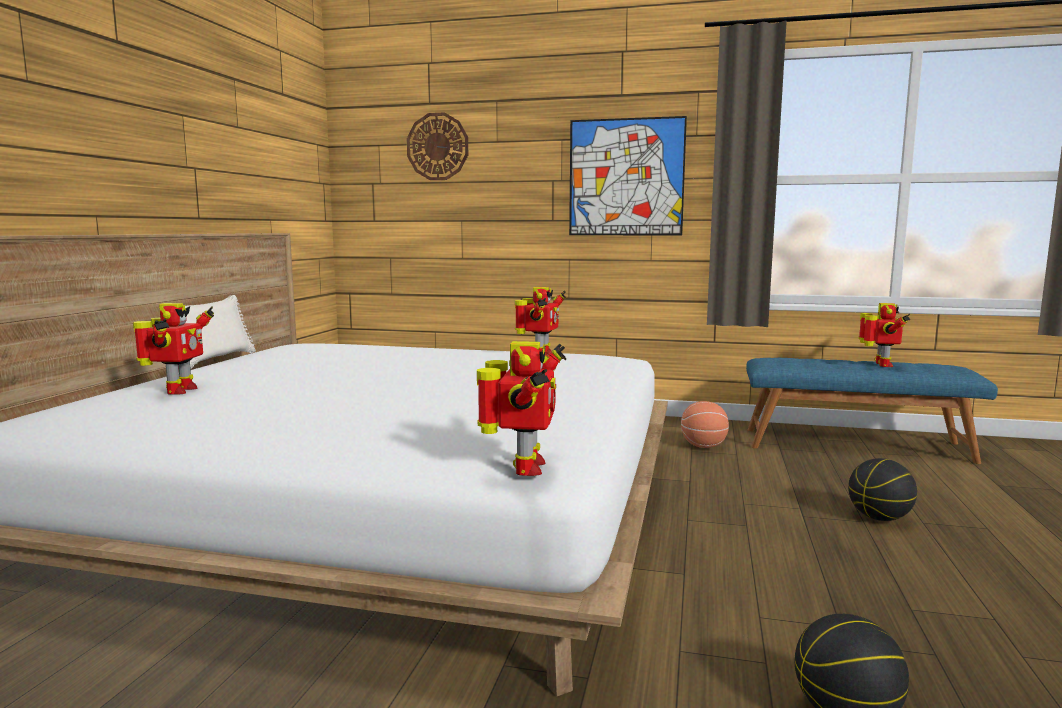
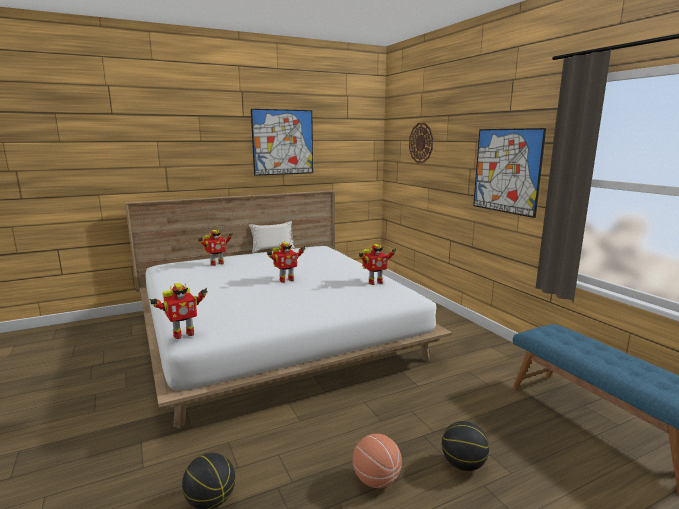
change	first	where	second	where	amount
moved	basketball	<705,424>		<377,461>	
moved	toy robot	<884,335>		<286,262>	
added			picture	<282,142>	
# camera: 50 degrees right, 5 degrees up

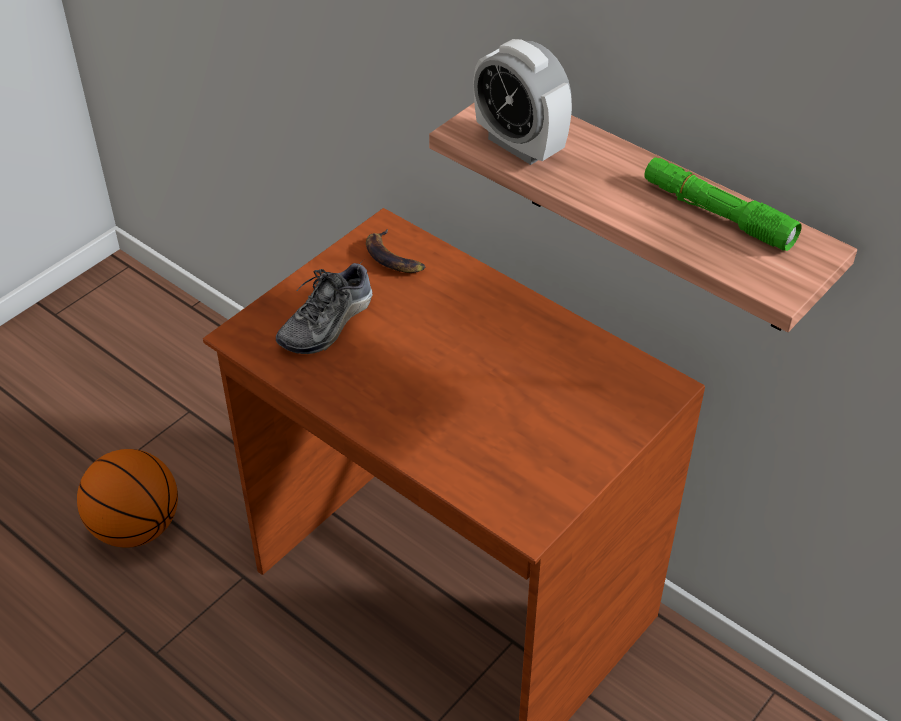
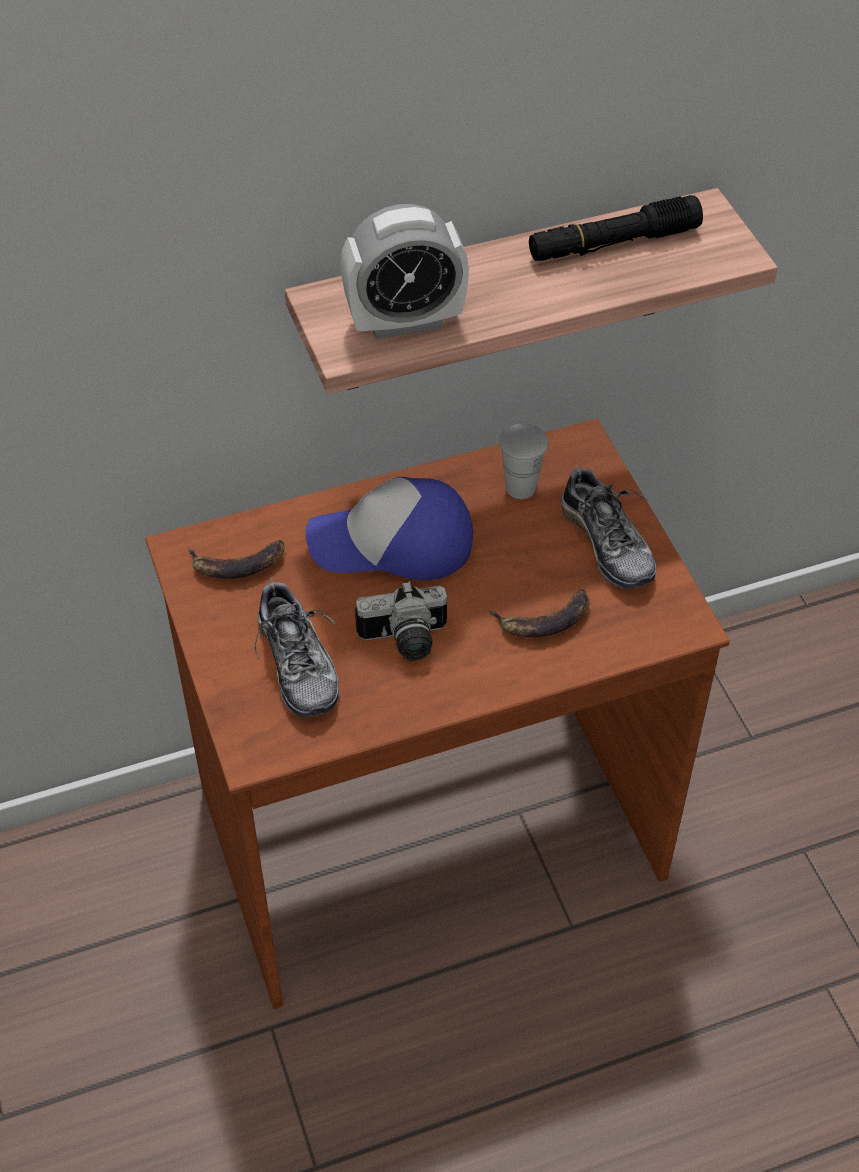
change	first	where	second	where	amount
removed	basketball	<127,498>			
recoloured	green flashlight	<723,204>	black flashlight	<616,228>	
added			cap	<389,529>	
added			photo camera	<401,621>	
added			banana	<539,613>	
added			white cup	<524,461>	
added			shoe	<608,525>	
# camera: 60 degrees left, 5 degrees up

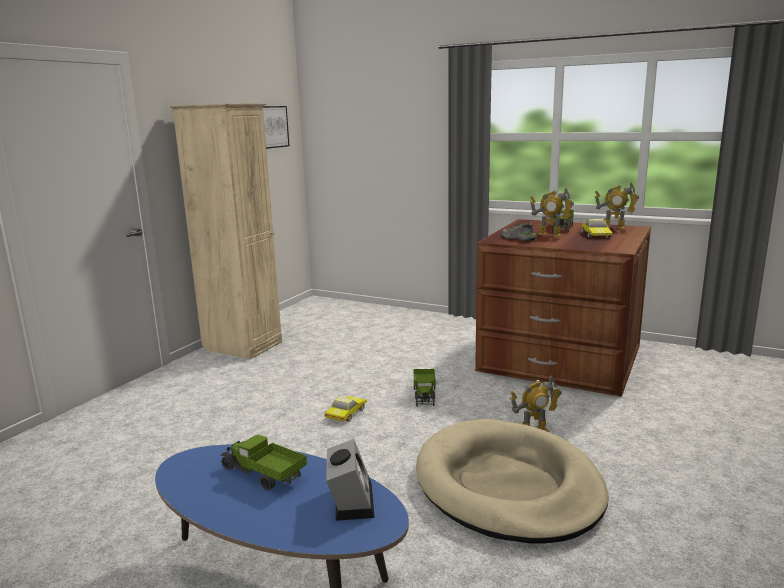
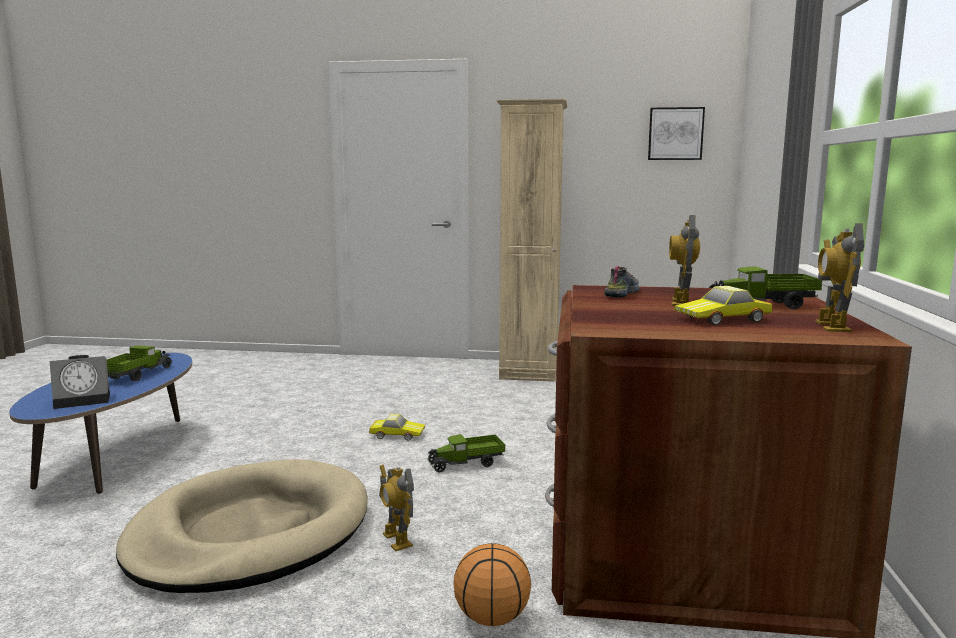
change	first	where	second	where	amount
added			basketball	<492,584>	
# camera: 70 degrees right, 5 degrees down

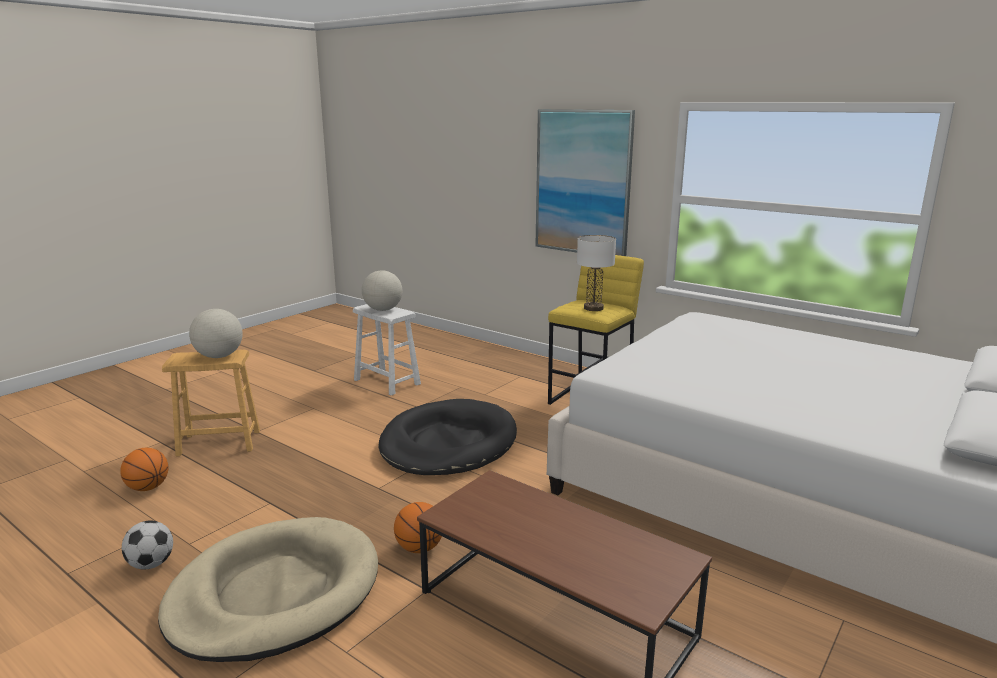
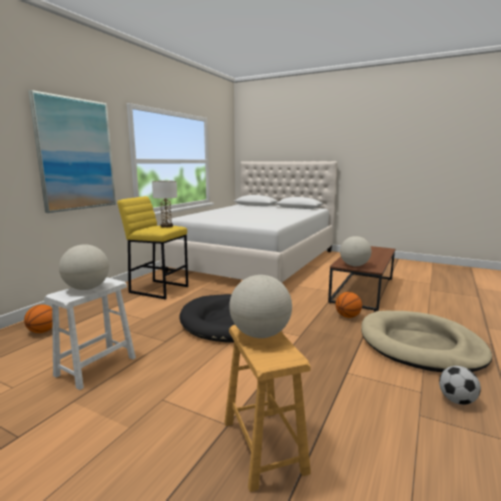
change	first	where	second	where	amount
moved	basketball	<144,469>		<38,318>	
added			globe	<355,251>	
# camera: 100 degrees left, 5 degrees down

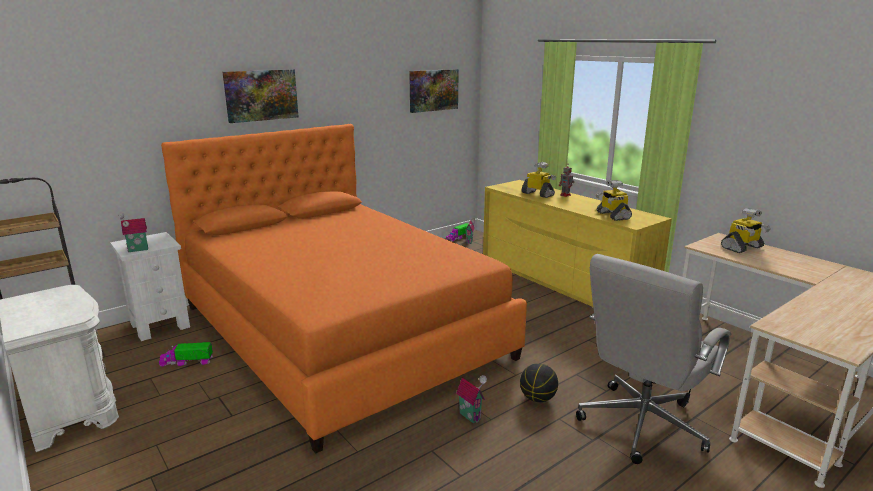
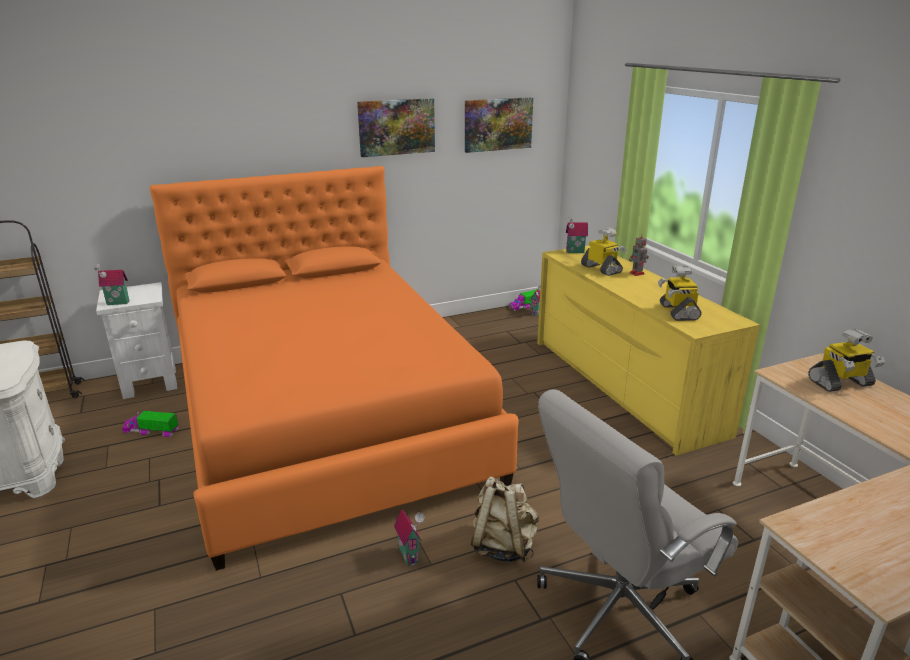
change	first	where	second	where	amount
moved	picture	<260,96>		<396,127>	
replaced	basketball	<539,382>	beige backpack	<505,519>	
added			toy house	<577,235>	
# camera: 15 degrees right, 5 degrees up

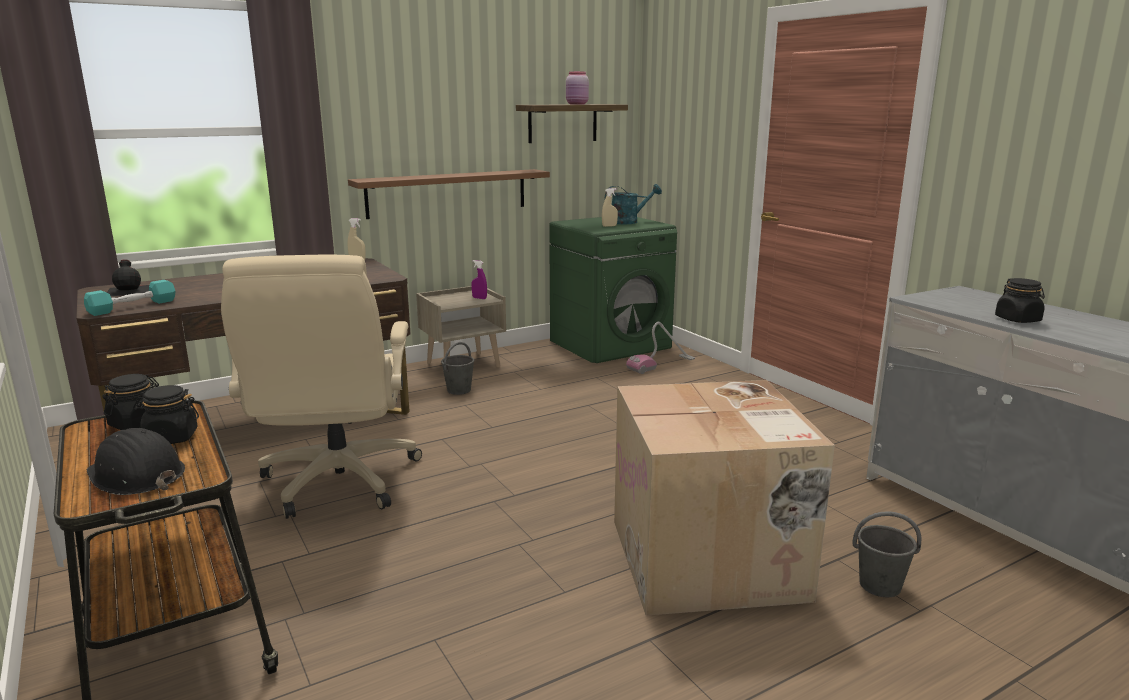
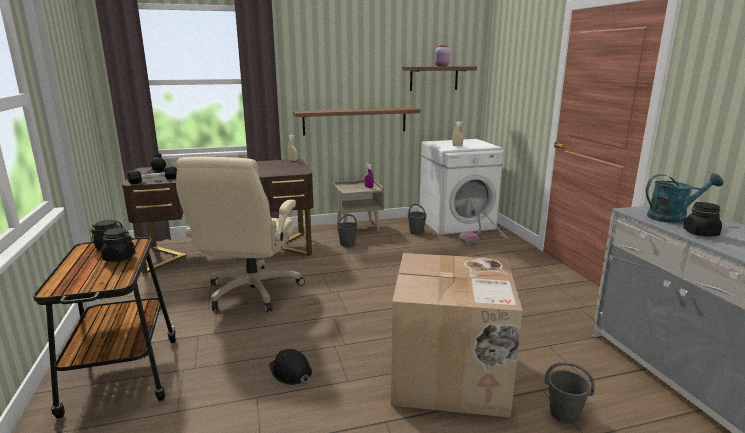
change	first	where	second	where	amount
recoloured	turquoise dumbbell	<129,298>	black dumbbell	<152,175>	
moved	black hard hat	<136,461>		<290,367>	
recoloured	green washing machine	<613,290>	white washing machine	<461,187>	
moved	turquoise watering can	<633,204>		<684,198>	
added			grey bucket	<417,219>	
# camera: 15 degrees right, 0 degrees up

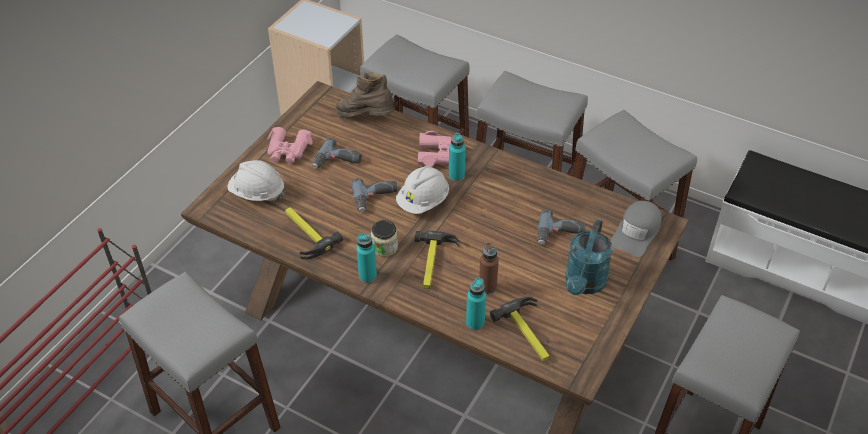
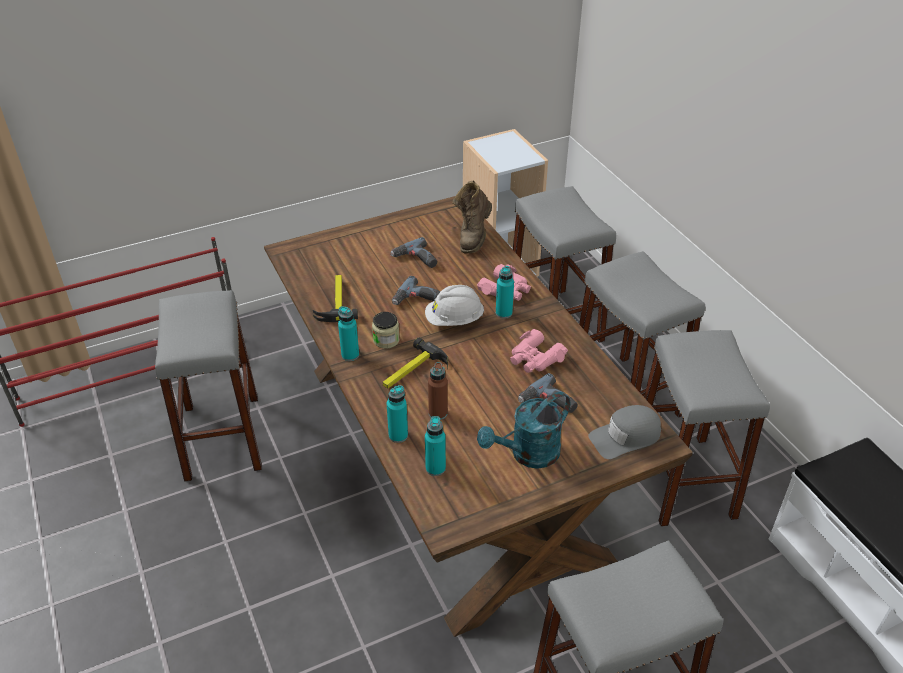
change	first	where	second	where	amount
removed	white hard hat	<256,180>			
moved	pink binoculars	<289,145>		<539,351>	
turned	brown boot	<365,94>		<472,217>	135 degrees counterclockwise
replaced	hammer	<520,329>	turquoise bottle	<435,446>	
# camera: 35 degrees right, 5 degrees down

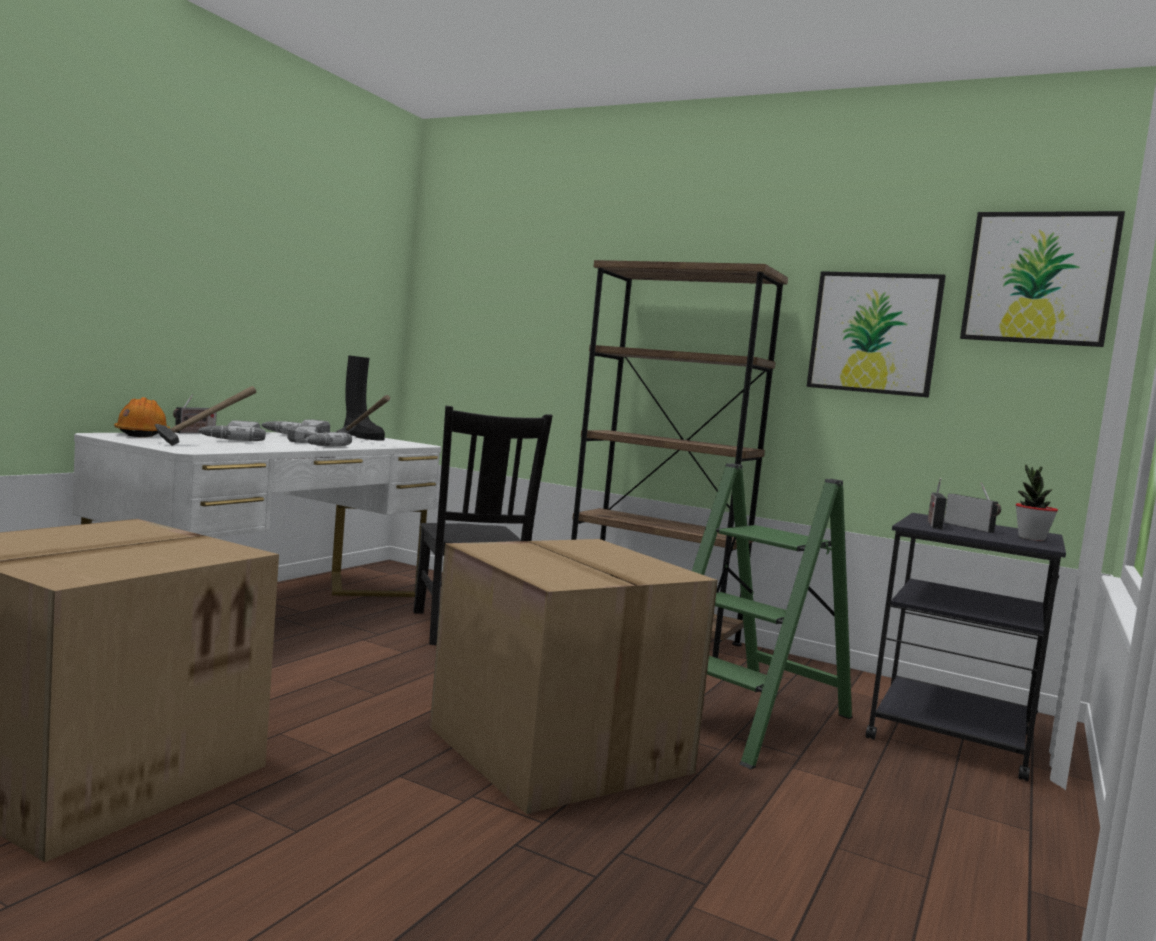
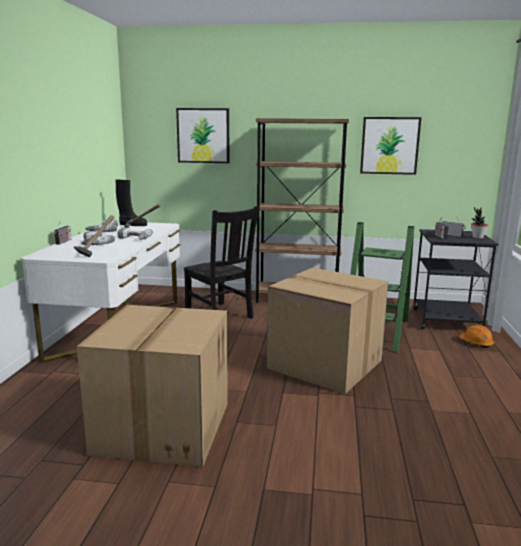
change	first	where	second	where	amount
moved	orange hard hat	<142,417>		<476,336>	
moved	picture	<1042,279>		<203,135>	
# camera: 20 degrees left, 10 degrees up

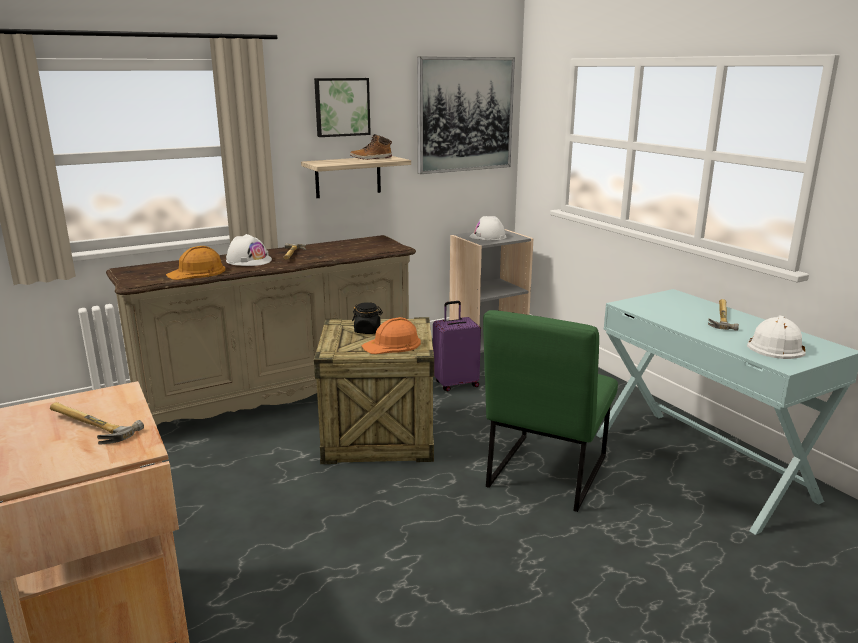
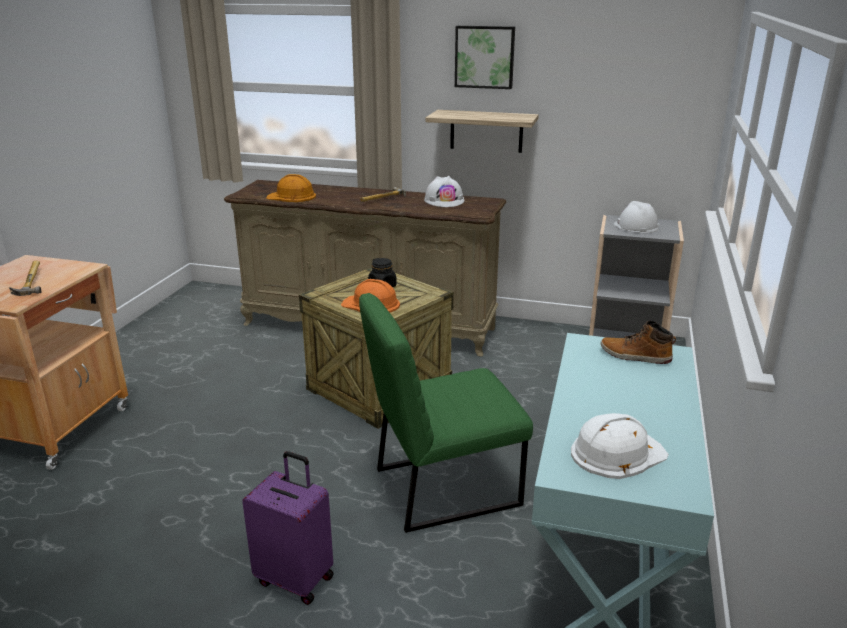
change	first	where	second	where	amount
moved	white hard hat	<249,250>		<444,191>	
moved	boot	<371,147>		<638,342>	
removed	picture	<466,115>			
moved	purple suitcase	<457,346>		<288,528>	
removed	hammer	<723,315>			
# camera: 45 degrees right, 5 degrees up

